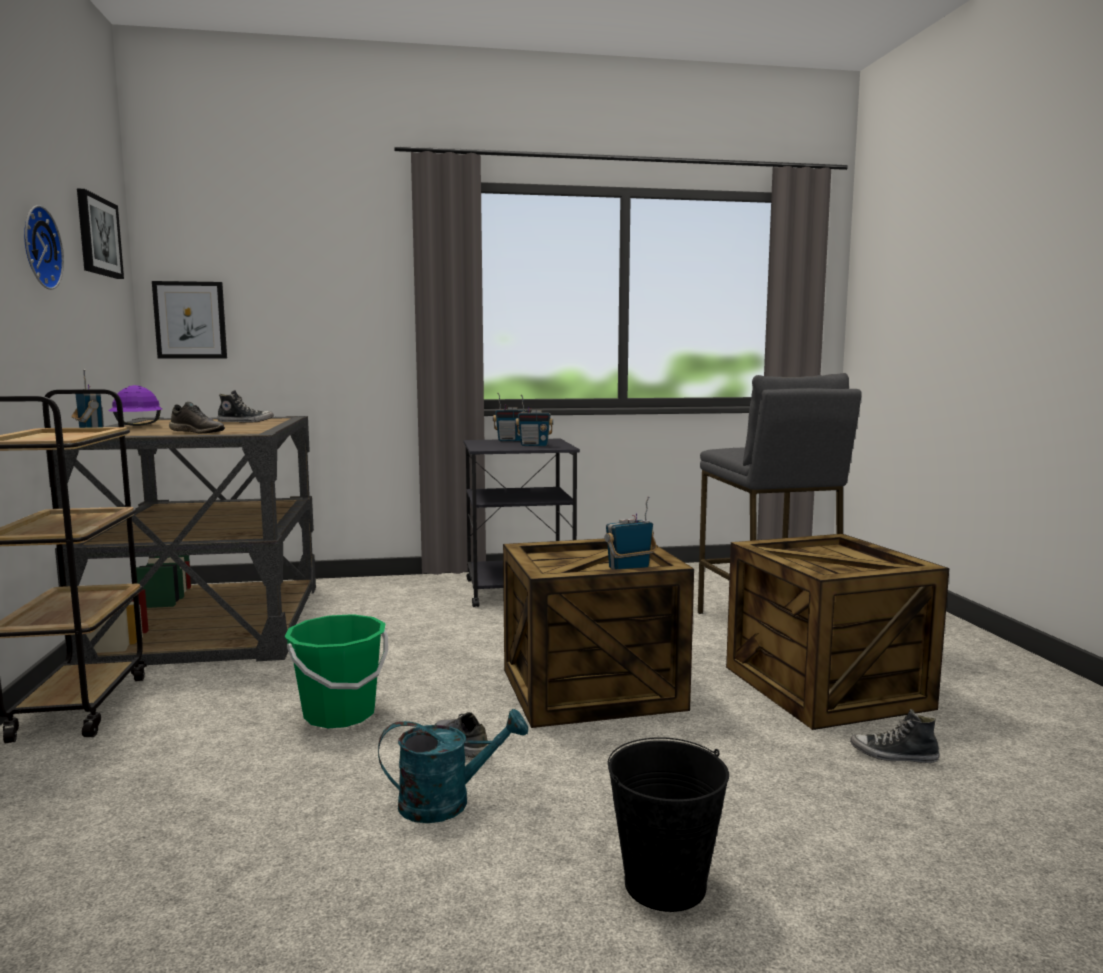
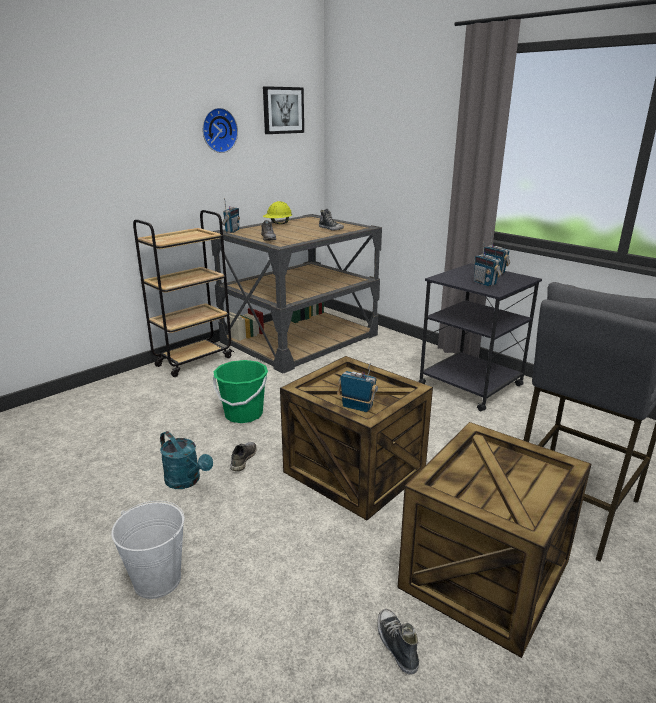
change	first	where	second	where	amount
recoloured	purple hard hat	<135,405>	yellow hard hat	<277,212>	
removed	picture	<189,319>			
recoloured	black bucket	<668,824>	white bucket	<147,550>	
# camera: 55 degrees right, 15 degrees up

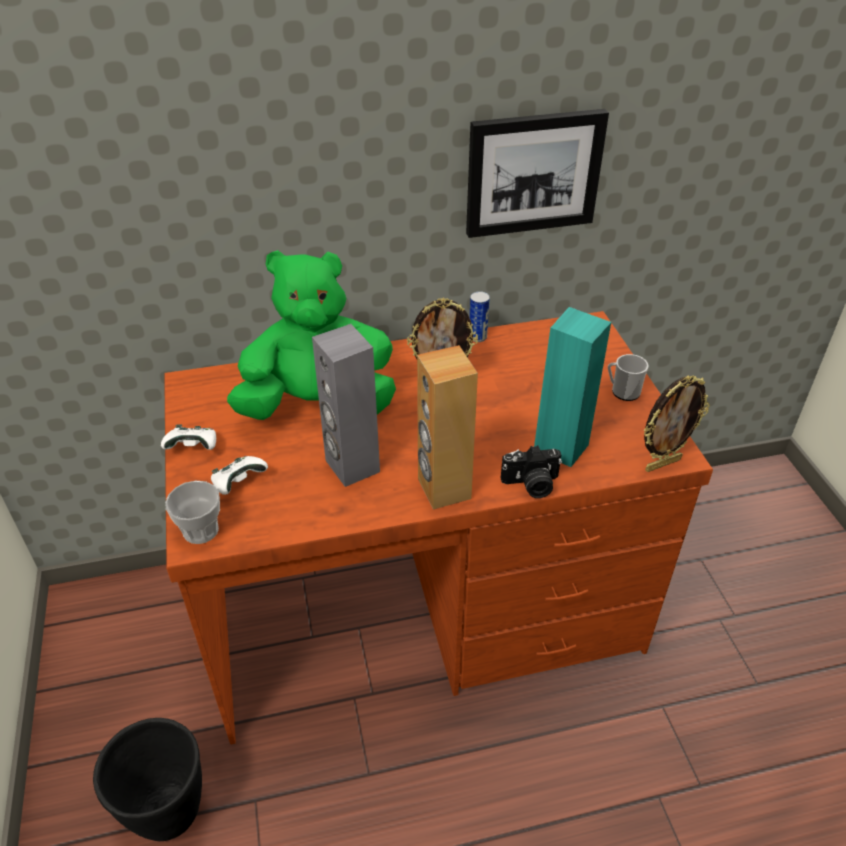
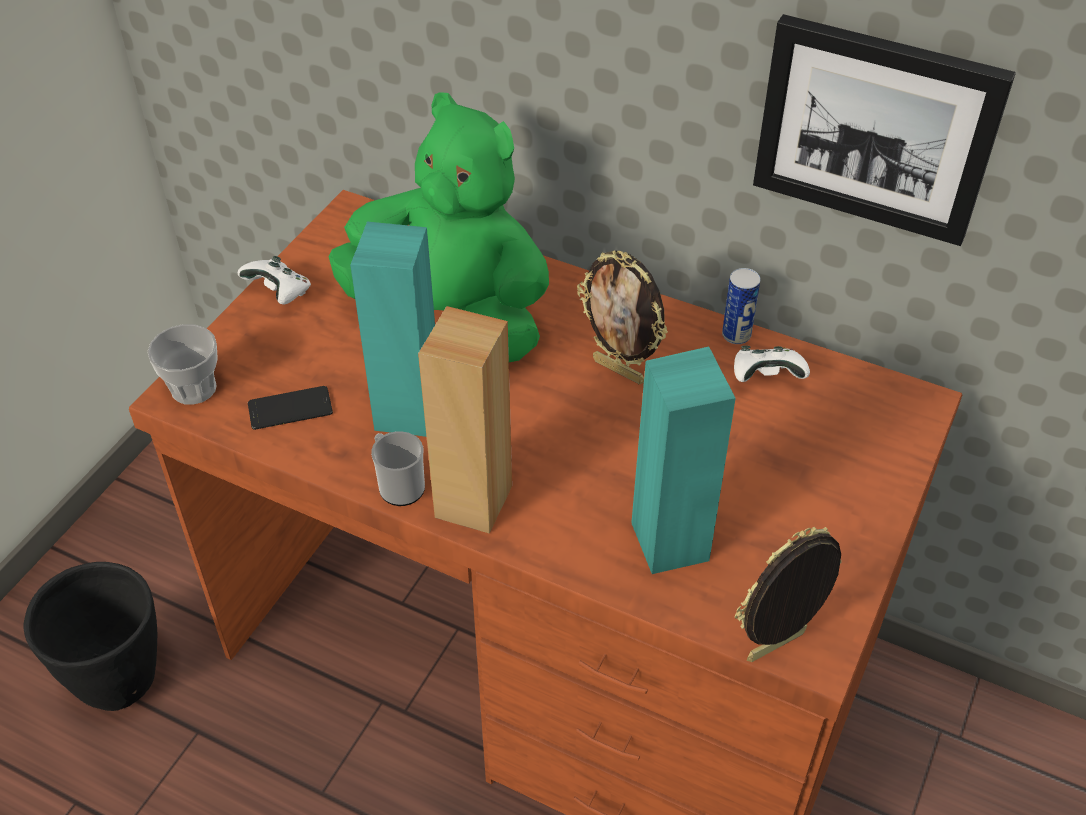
change	first	where	second	where	amount
moved	white game controller	<239,475>		<772,364>	
recoloured	grey speaker	<346,405>	turquoise speaker	<392,329>	
removed	photo camera	<531,471>			
moved	mug	<628,377>		<398,468>	
turned	picture frame	<677,424>		<788,594>	135 degrees clockwise
added			phone	<290,408>	
# camera: 40 degrees right, 5 degrees up

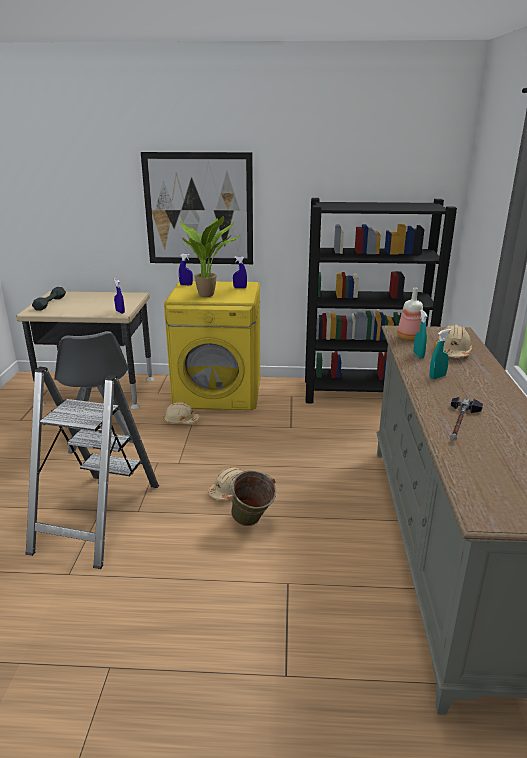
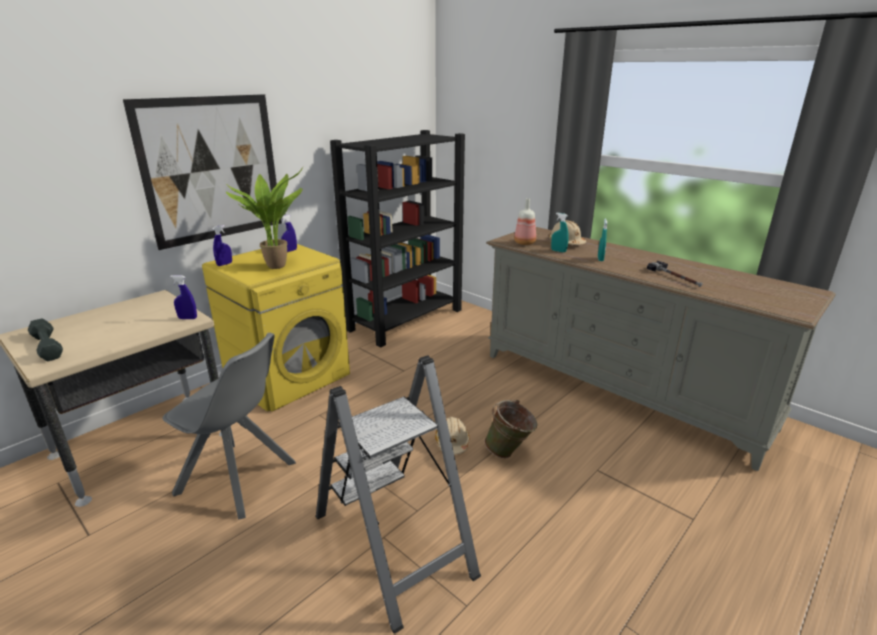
change	first	where	second	where	amount
removed	beige hard hat	<182,413>			
# camera: 50 degrees left, 0 degrees up

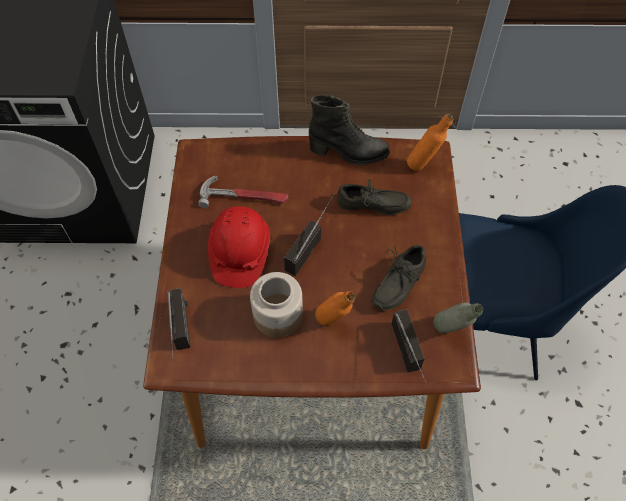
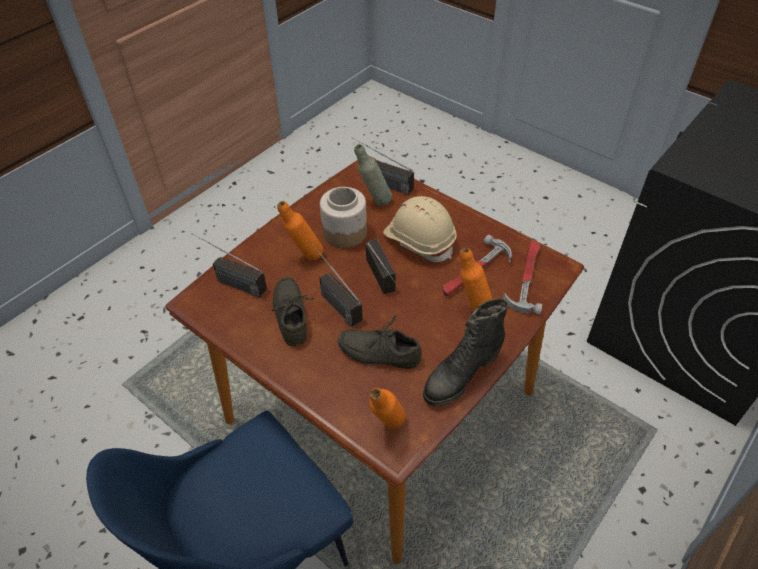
change	first	where	second	where	amount
recoloured	red hard hat	<239,247>	beige hard hat	<420,229>	
turned	grey shoe	<374,197>		<380,342>	60 degrees clockwise
moved	grey bottle	<458,317>		<373,175>	
added			radio	<336,284>	
added			orange bottle	<476,280>	
added			hammer	<522,278>	
# camera: 130 degrees right, 10 degrees down

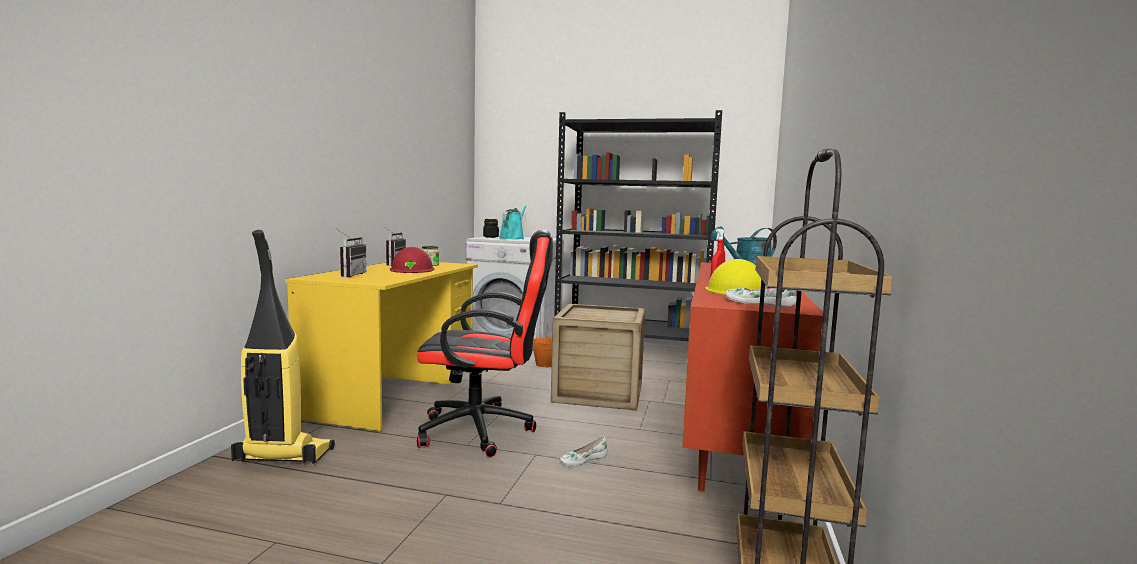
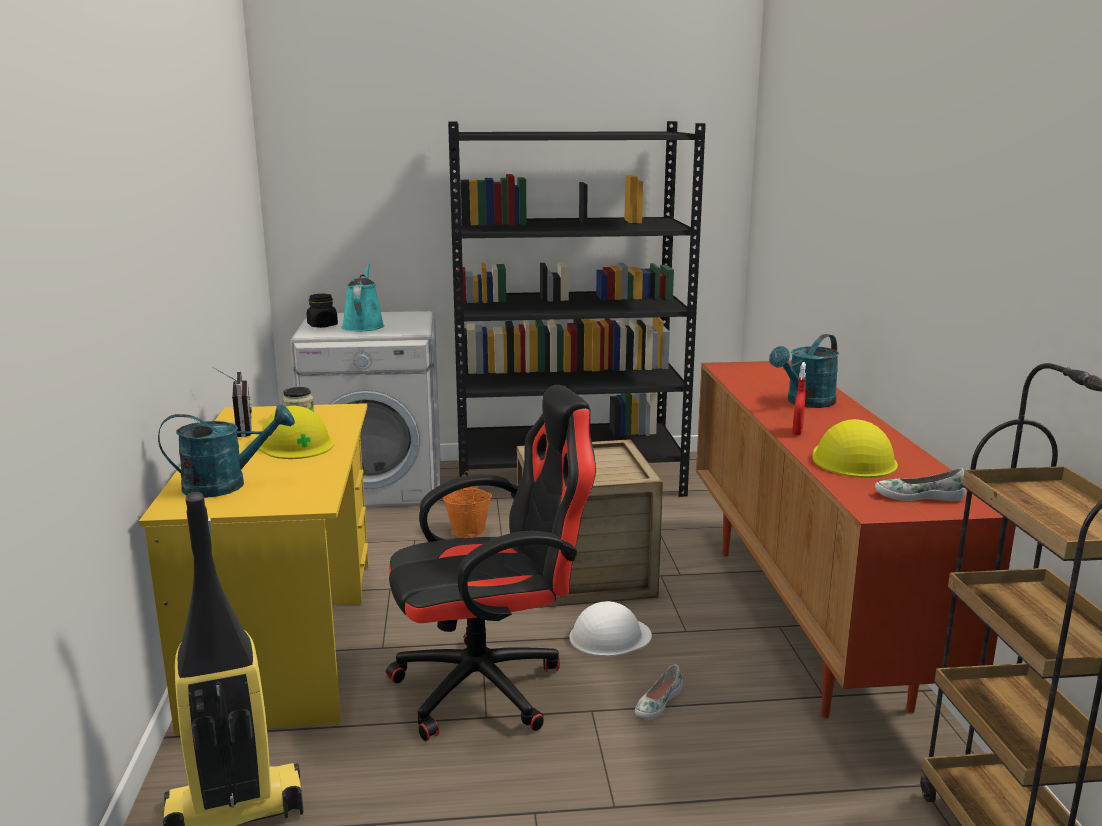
change	first	where	second	where	amount
replaced	radio	<351,252>	turquoise watering can	<226,451>	
recoloured	red hard hat	<412,260>	yellow hard hat	<296,432>	
added			white hard hat	<610,629>	
# camera: 20 degrees left, 10 degrees up

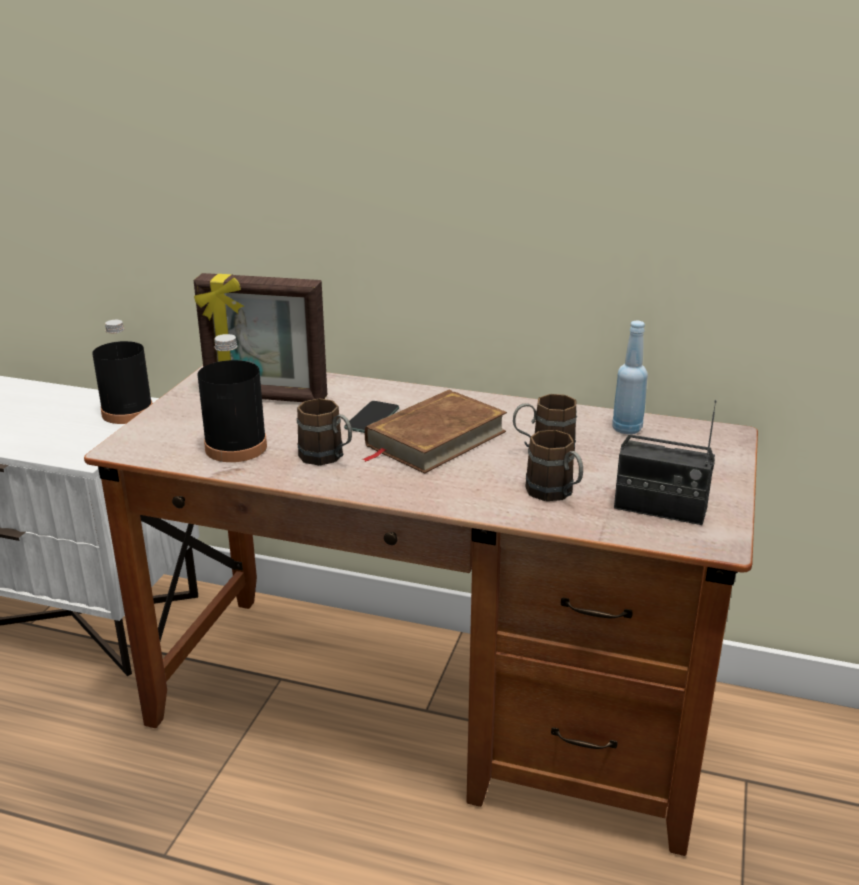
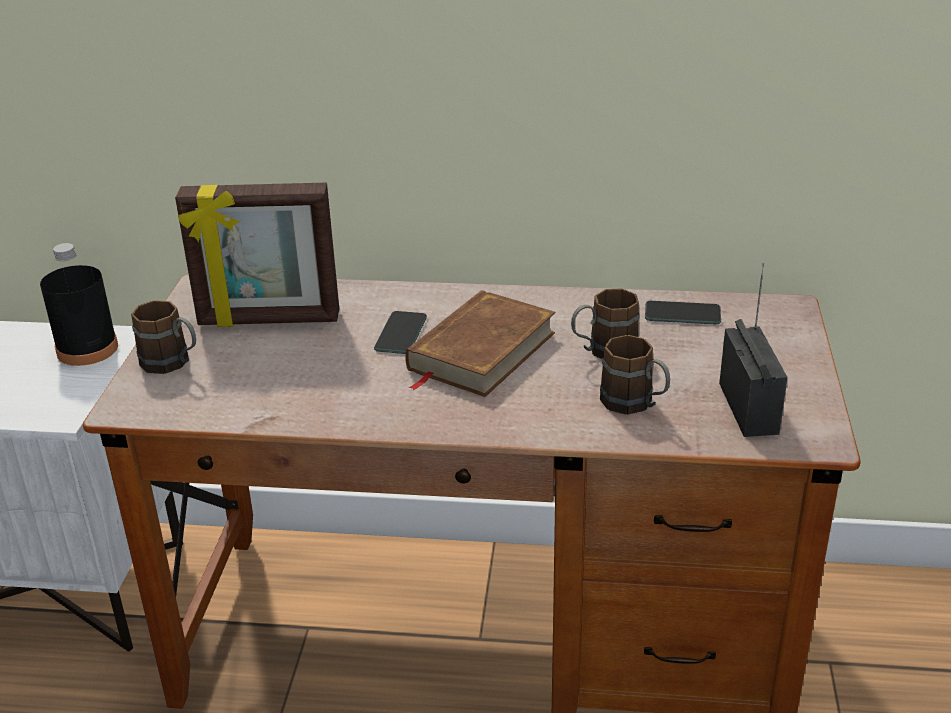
change	first	where	second	where	amount
removed	black bottle	<232,398>			
moved	brown mug	<324,431>		<163,337>	
replaced	blue bottle	<630,377>	phone	<683,312>	
turned	radio	<665,462>		<753,350>	105 degrees counterclockwise
# camera: 10 degrees left, 5 degrees up

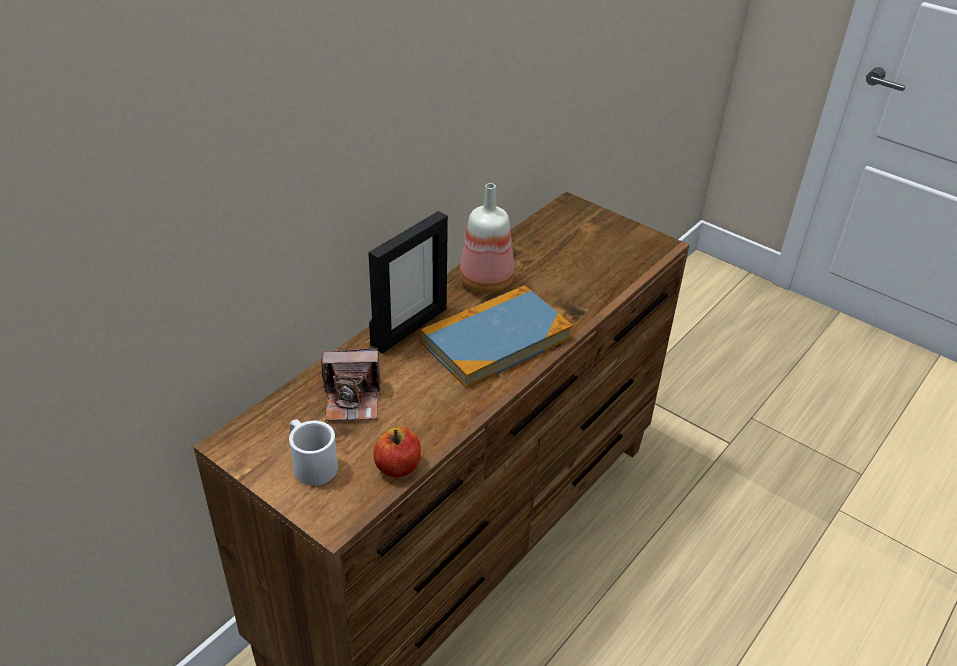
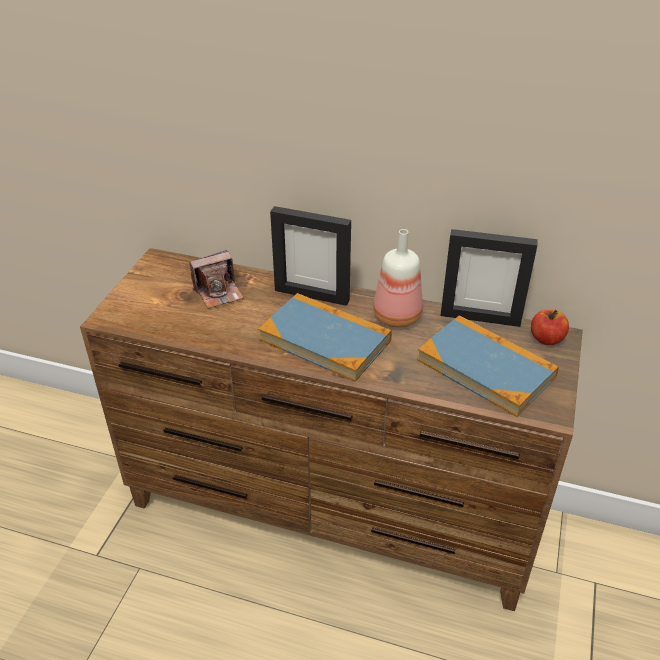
change	first	where	second	where	amount
removed	white mug	<313,452>			
turned	photo camera	<350,384>		<216,279>	90 degrees counterclockwise
moved	apple	<397,452>		<550,327>	
added			book	<488,366>	
added			picture frame	<489,278>	
# camera: 70 degrees right, 0 degrees up

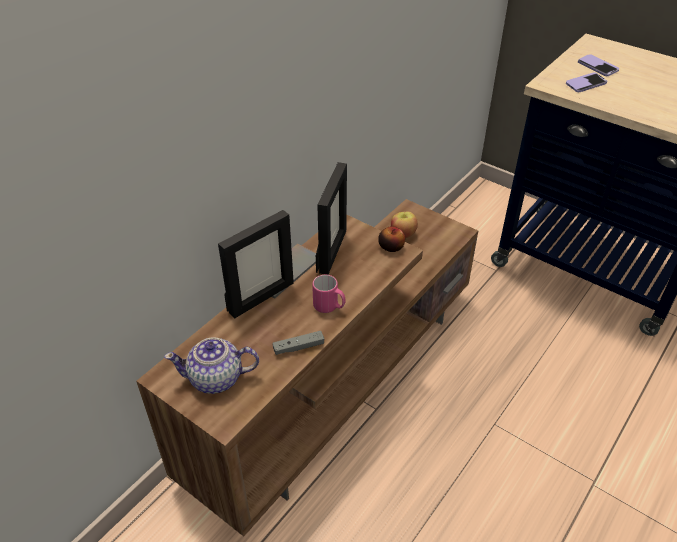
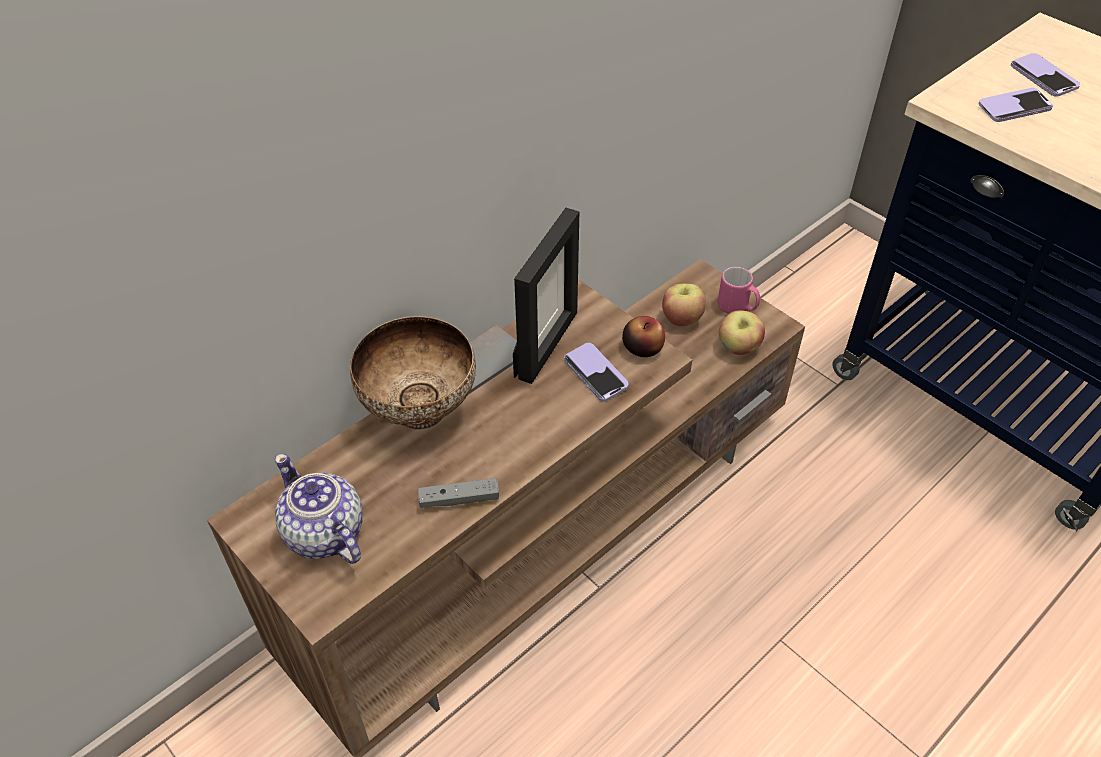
change	first	where	second	where	amount
turned	teapot	<211,365>		<319,509>	45 degrees clockwise
replaced	picture frame	<256,264>	bowl	<413,372>	
moved	pink mug	<329,294>		<739,290>	
added			phone	<596,372>	
added			apple	<742,332>	
# camera: 10 degrees right, 5 degrees up

